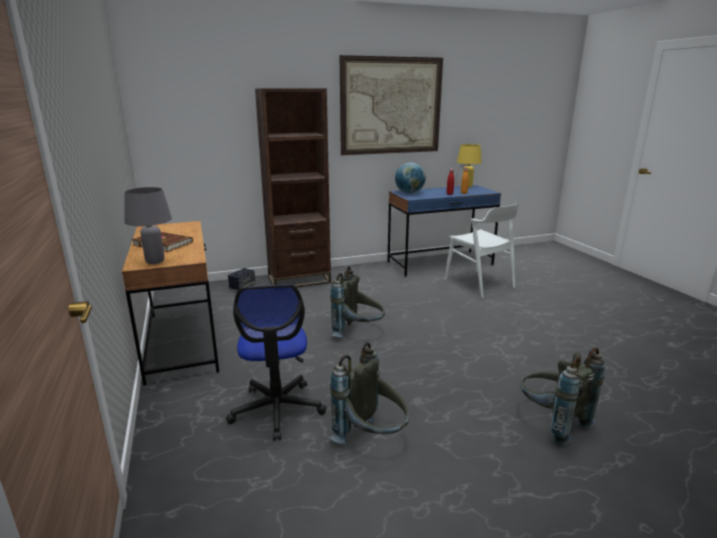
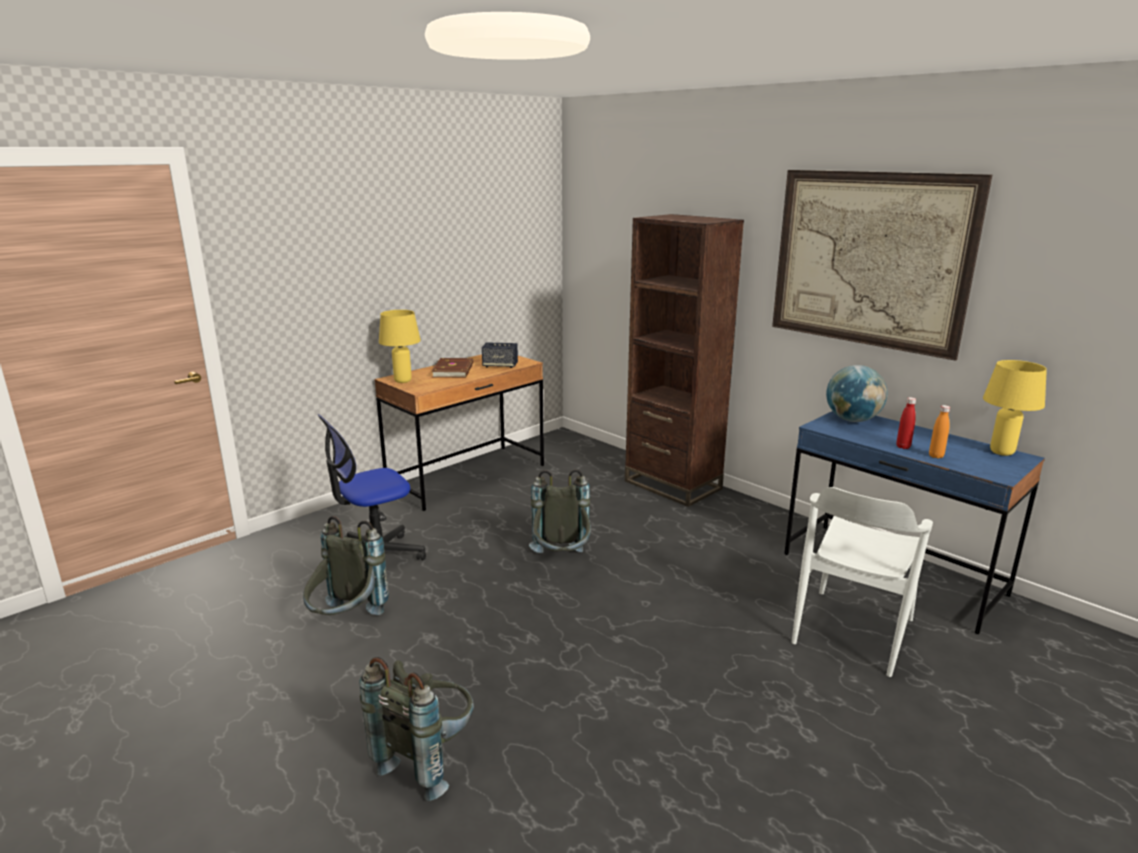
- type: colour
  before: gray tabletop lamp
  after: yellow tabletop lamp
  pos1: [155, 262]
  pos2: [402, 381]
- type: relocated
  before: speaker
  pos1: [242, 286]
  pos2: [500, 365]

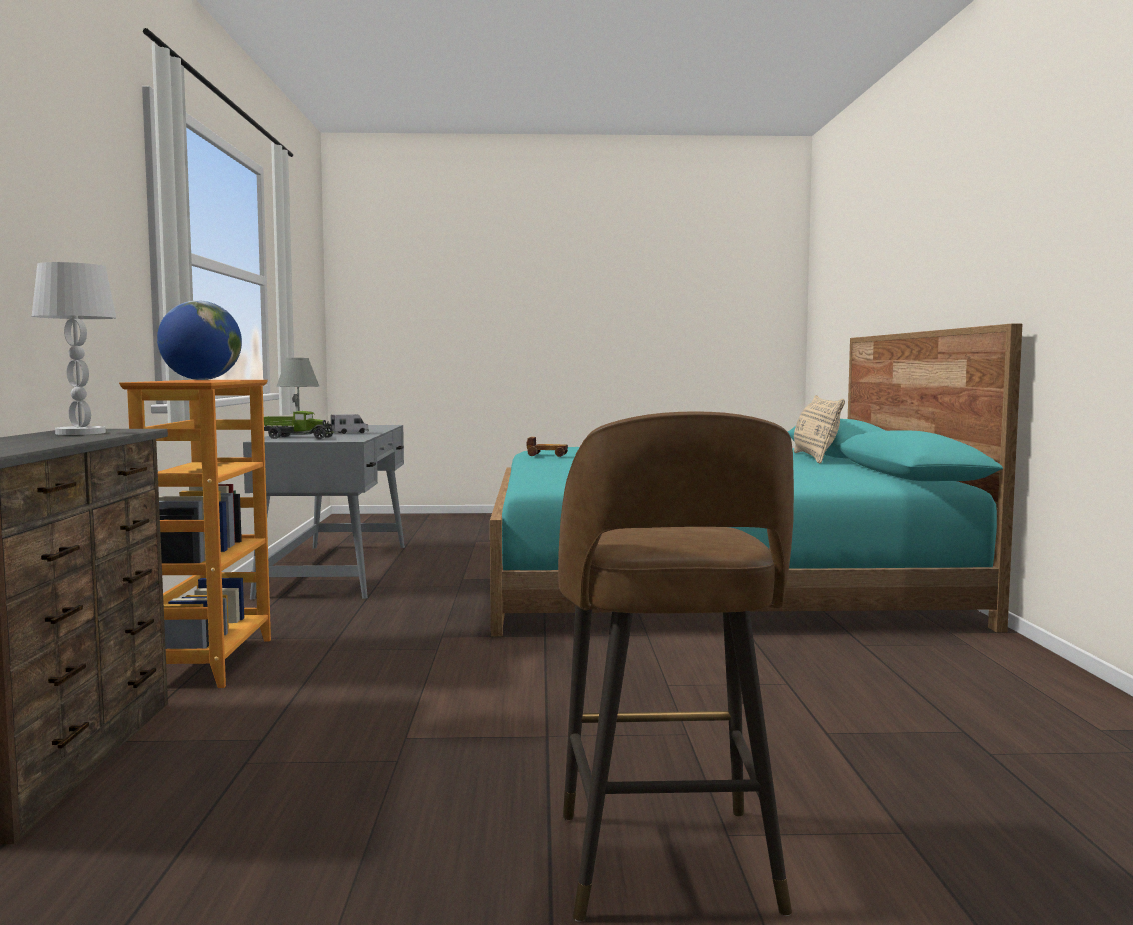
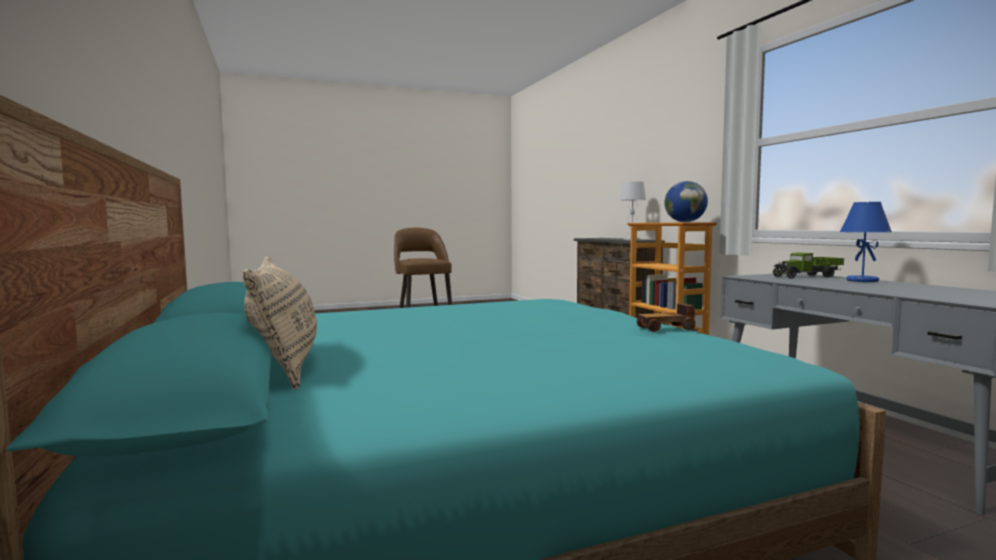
- type: colour
  before: gray tabletop lamp
  after: blue tabletop lamp
  pos1: [299, 434]
  pos2: [861, 281]
- type: missing
  before: toy truck
  pos1: [350, 433]

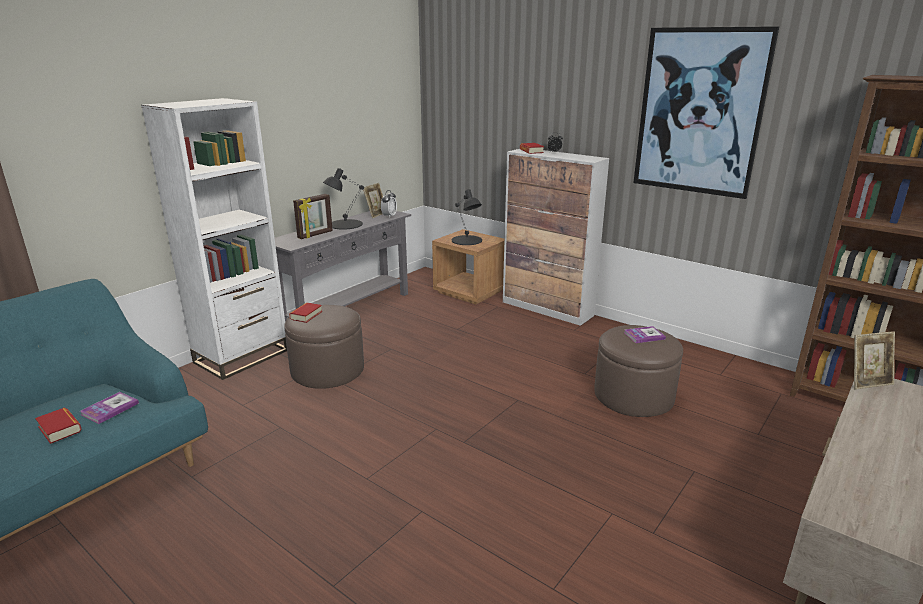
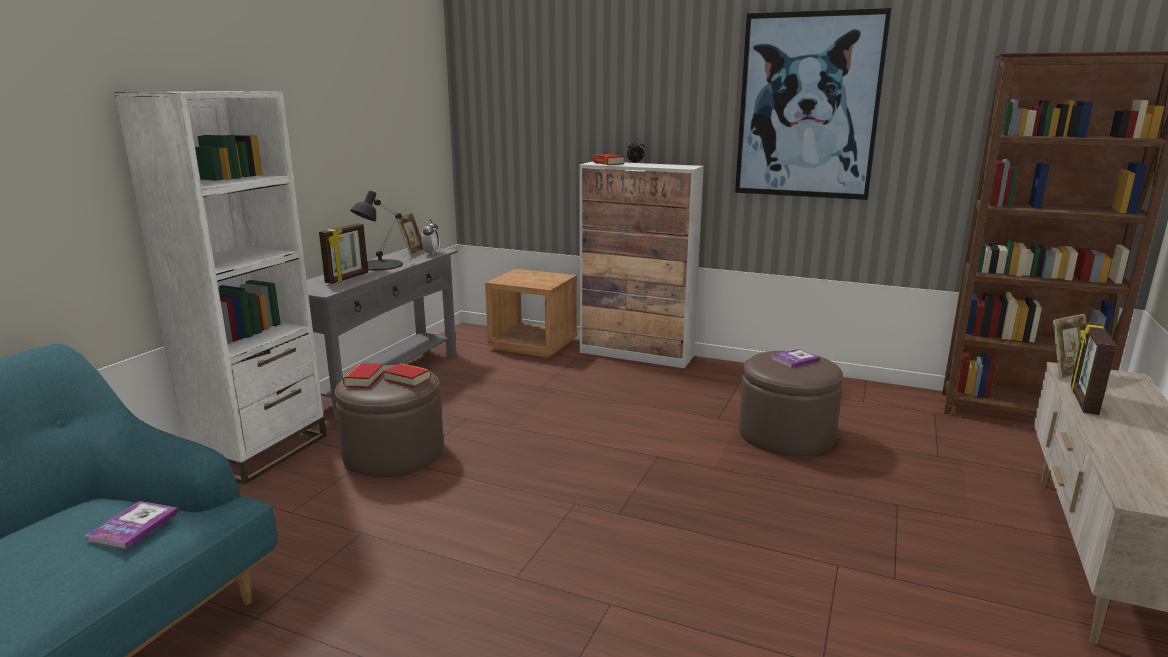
- type: missing
  before: blackish tabletop lamp
  pos1: [466, 240]
- type: relocated
  before: volume
  pos1: [60, 429]
  pos2: [407, 379]
- type: appeared
  after: standing frame
  pos2: [1082, 401]

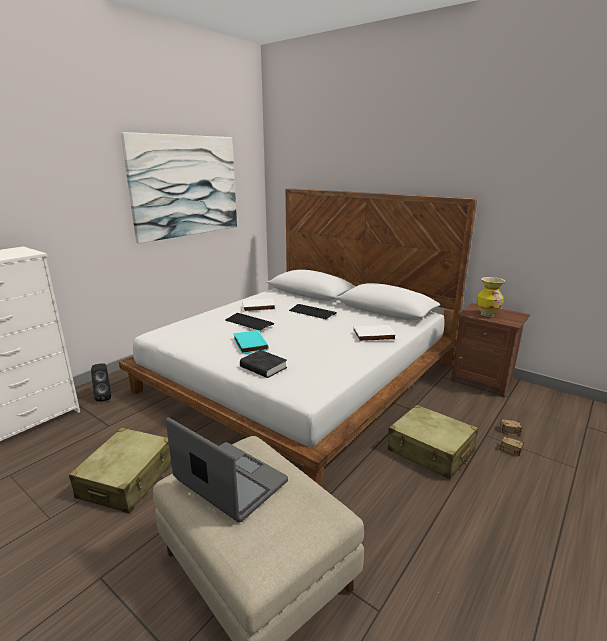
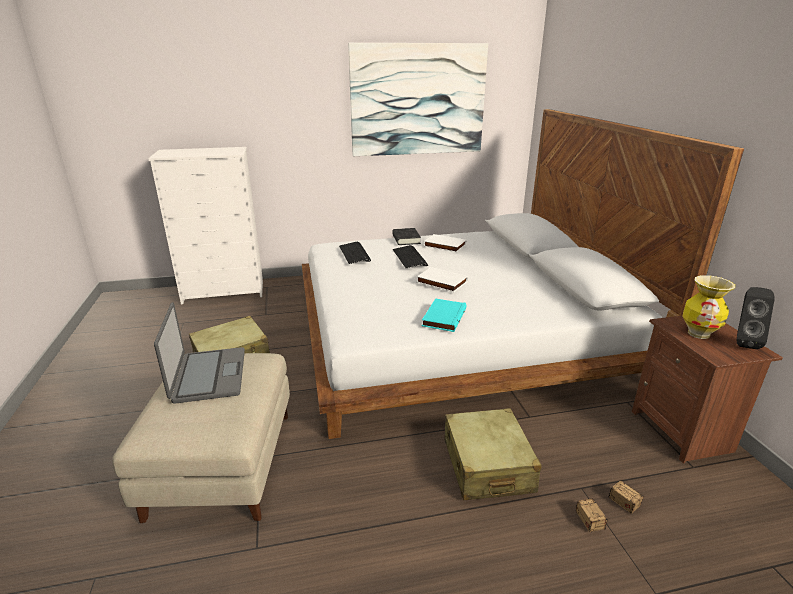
- type: relocated
  before: computer keyboard
  pos1: [312, 312]
  pos2: [354, 253]
- type: relocated
  before: whitish volume
  pos1: [374, 336]
  pos2: [440, 282]
- type: relocated
  before: turquoise-coloured volume
  pos1: [249, 344]
  pos2: [443, 317]
- type: relocated
  before: blackish volume
  pos1: [263, 367]
  pos2: [406, 239]
- type: relocated
  before: blackish speaker
  pos1: [104, 397]
  pos2: [742, 342]

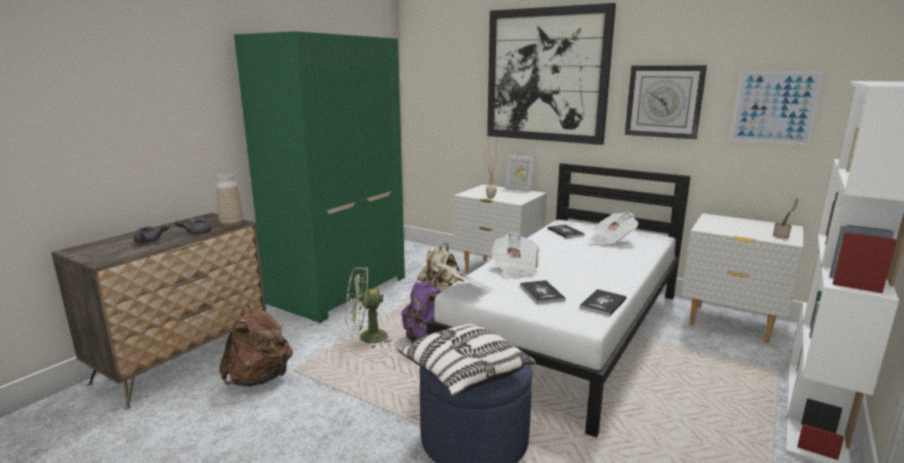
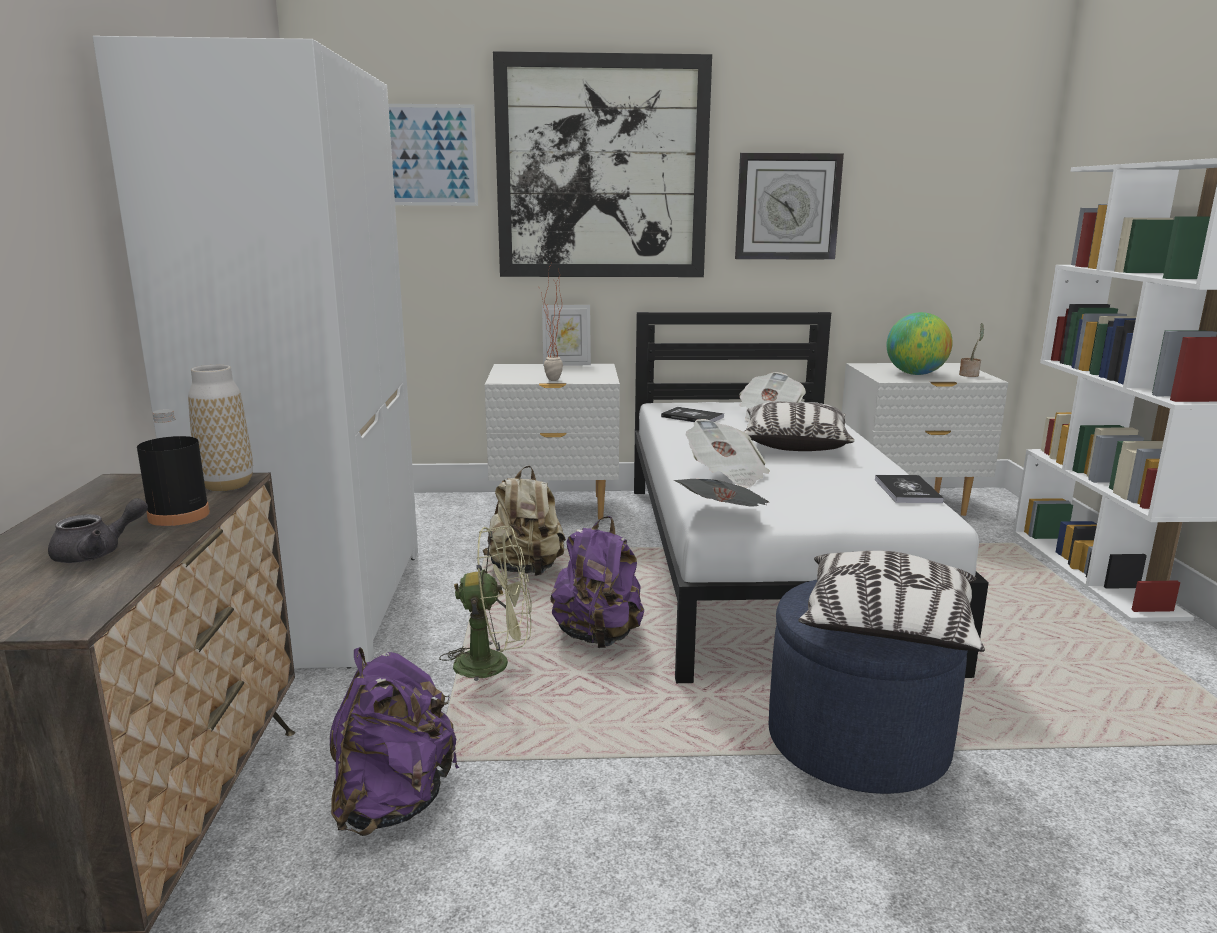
- type: colour
  before: green clothes cupboard
  after: whitish clothes cupboard
  pos1: [339, 290]
  pos2: [320, 603]
- type: relocated
  before: picture
  pos1: [774, 107]
  pos2: [428, 155]
- type: exchanged
  before: gray tea pot
  after: blackish drink bottle
  pos1: [195, 233]
  pos2: [179, 515]
- type: spun
  before: green fan
  pos1: [366, 338]
  pos2: [494, 664]
  turn: -135
- type: missing
  before: volume
  pos1: [541, 293]
- type: colour
  before: brownish knapsack
  after: purple knapsack
  pos1: [259, 379]
  pos2: [393, 802]
- type: appeared
  after: world globe
  pos2: [915, 374]
- type: appeared
  after: pillow
  pos2: [794, 444]

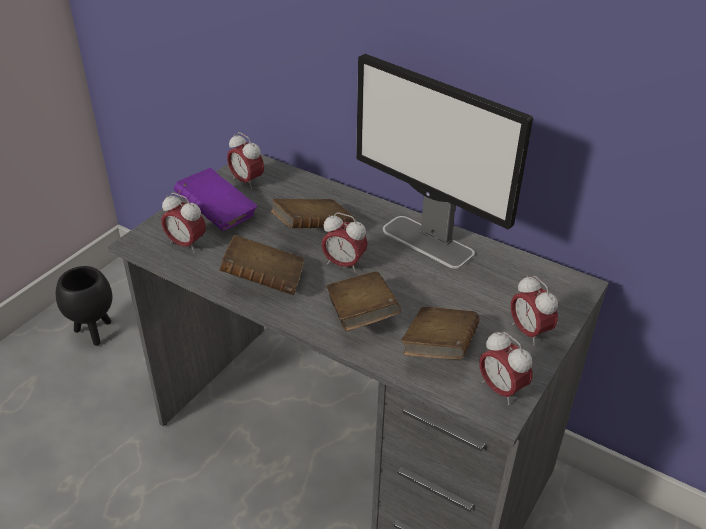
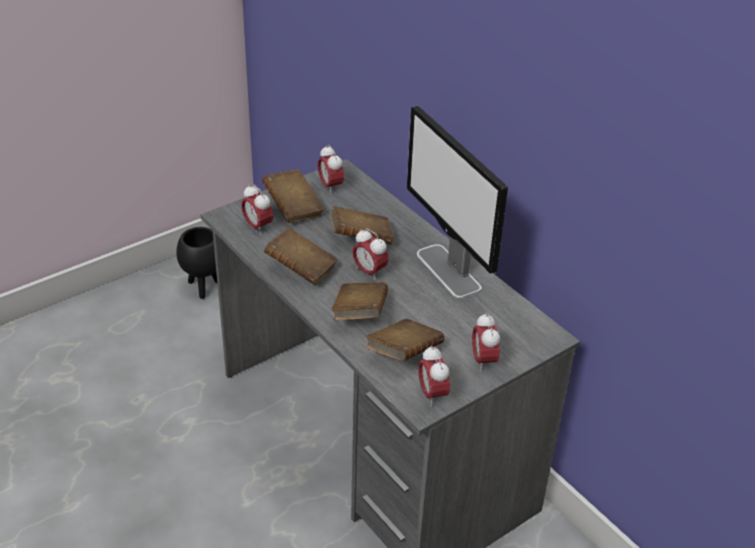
- type: colour
  before: purple volume
  after: brownish volume
  pos1: [217, 214]
  pos2: [293, 209]

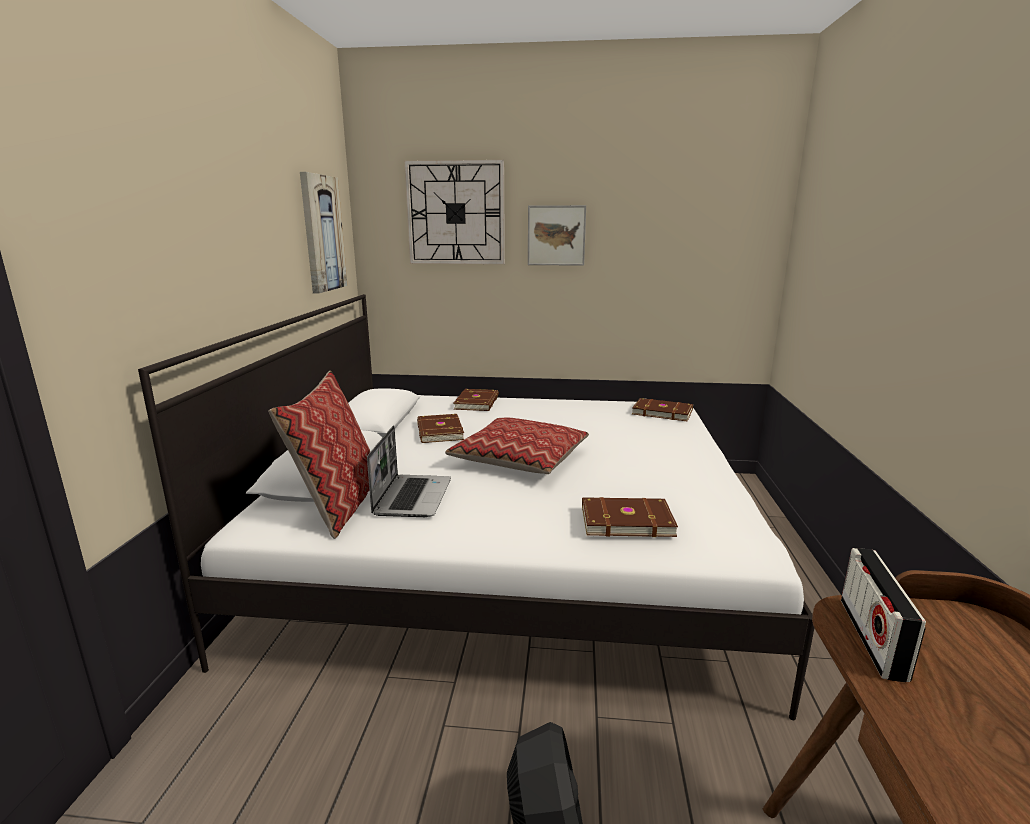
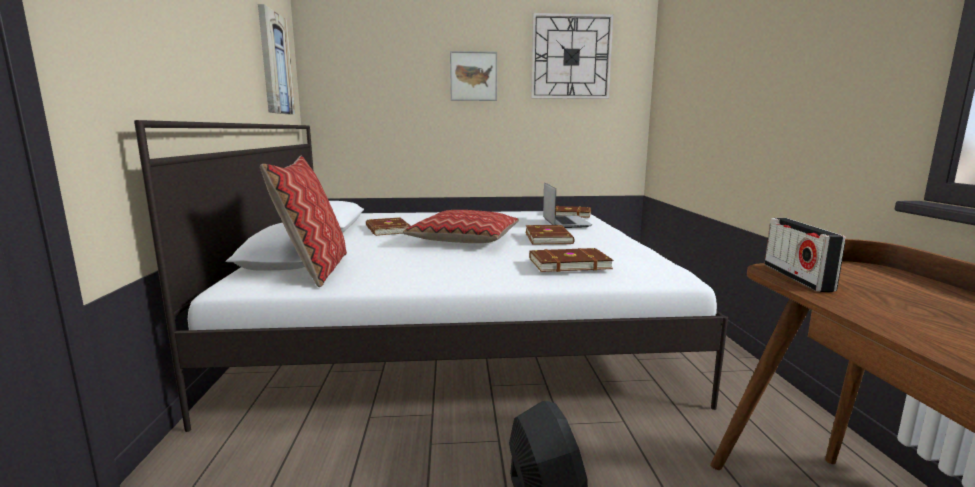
- type: relocated
  before: clock on the wall
  pos1: [456, 213]
  pos2: [571, 57]
- type: relocated
  before: brownish volume
  pos1: [478, 402]
  pos2: [549, 238]
- type: relocated
  before: laptop
  pos1: [412, 497]
  pos2: [565, 223]

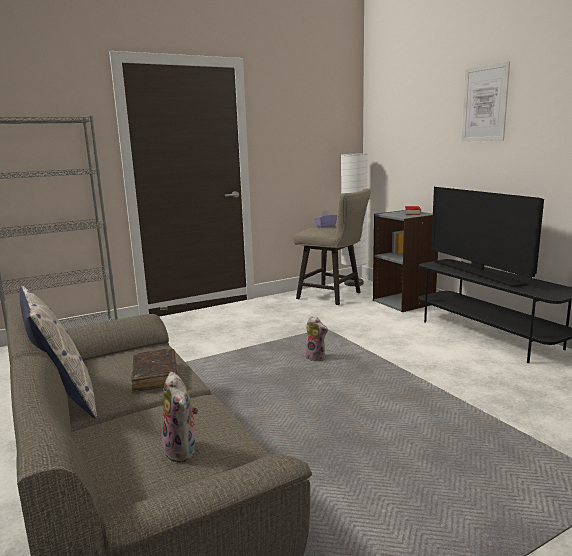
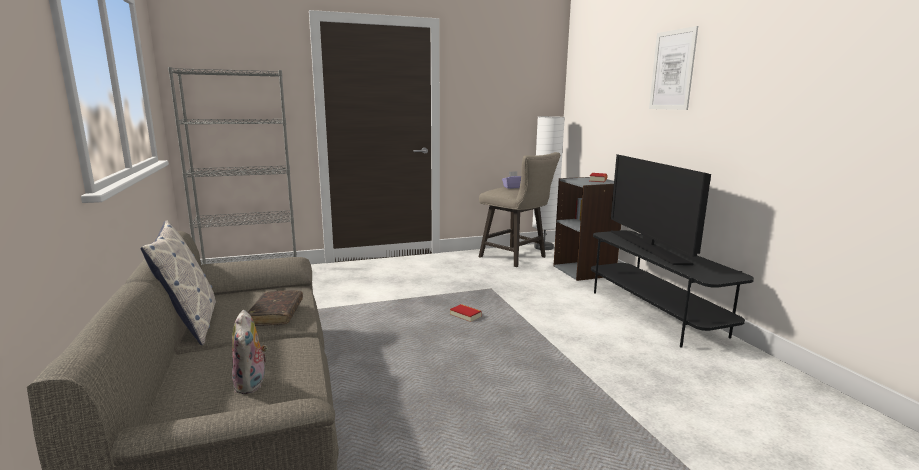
- type: exchanged
  before: cuddly toy
  after: volume
  pos1: [316, 358]
  pos2: [465, 316]

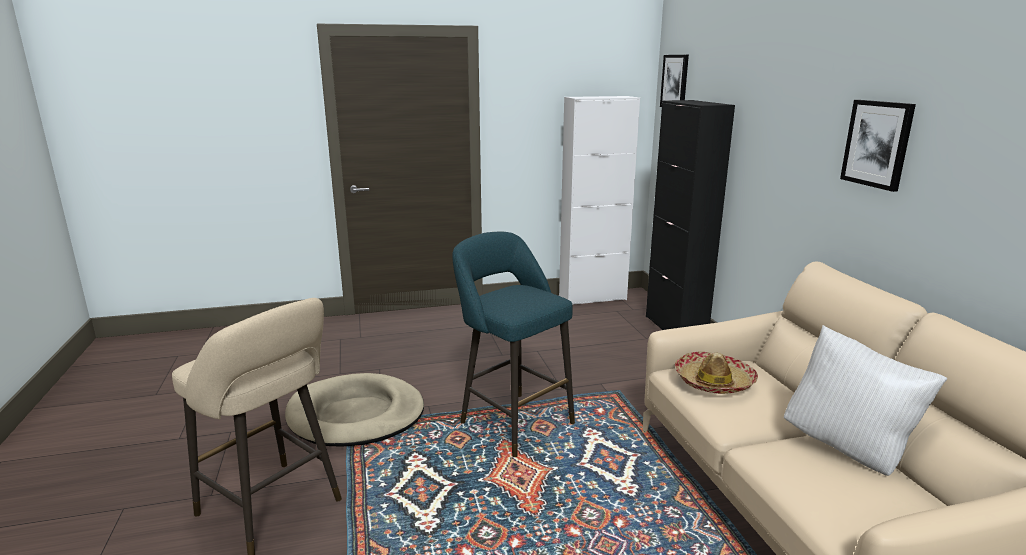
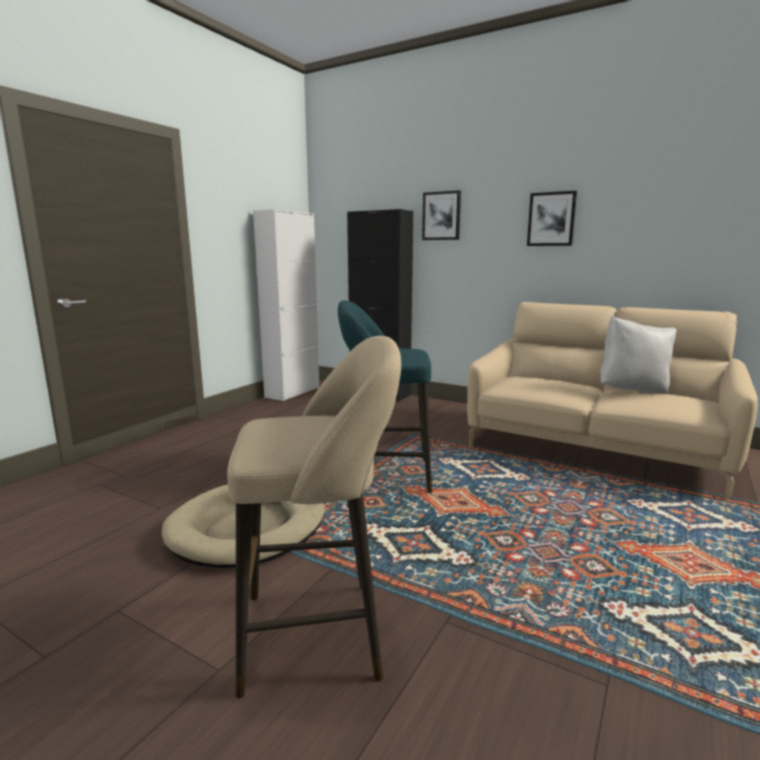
- type: relocated
  before: picture
  pos1: [675, 81]
  pos2: [441, 216]
- type: missing
  before: hat
  pos1: [714, 382]

